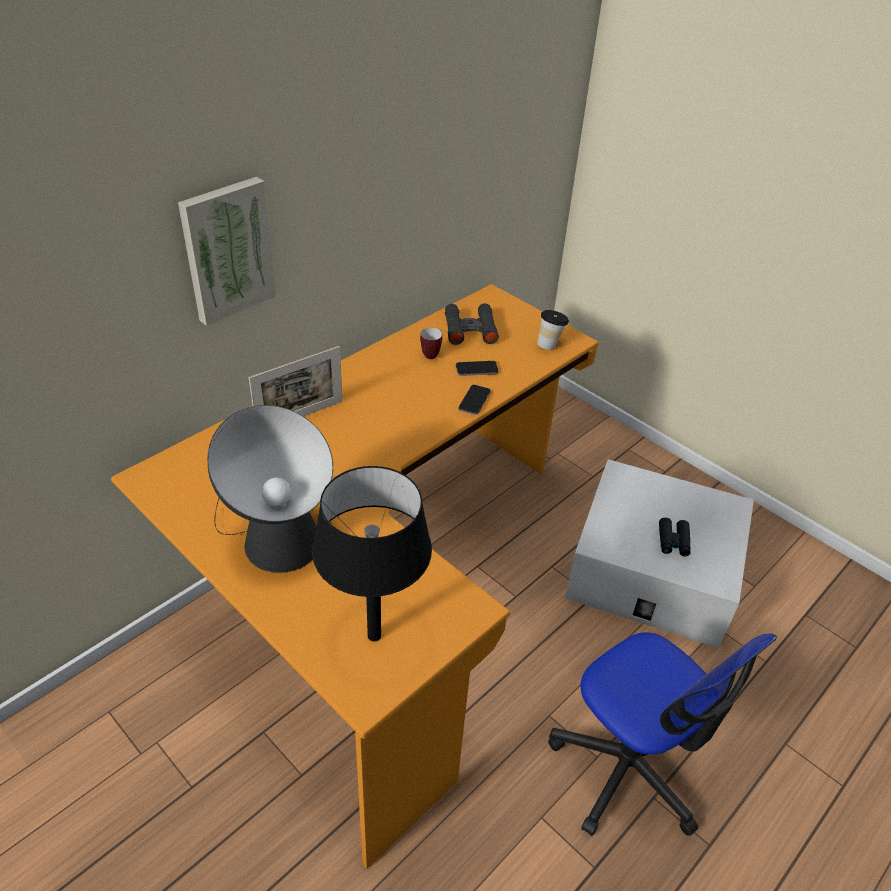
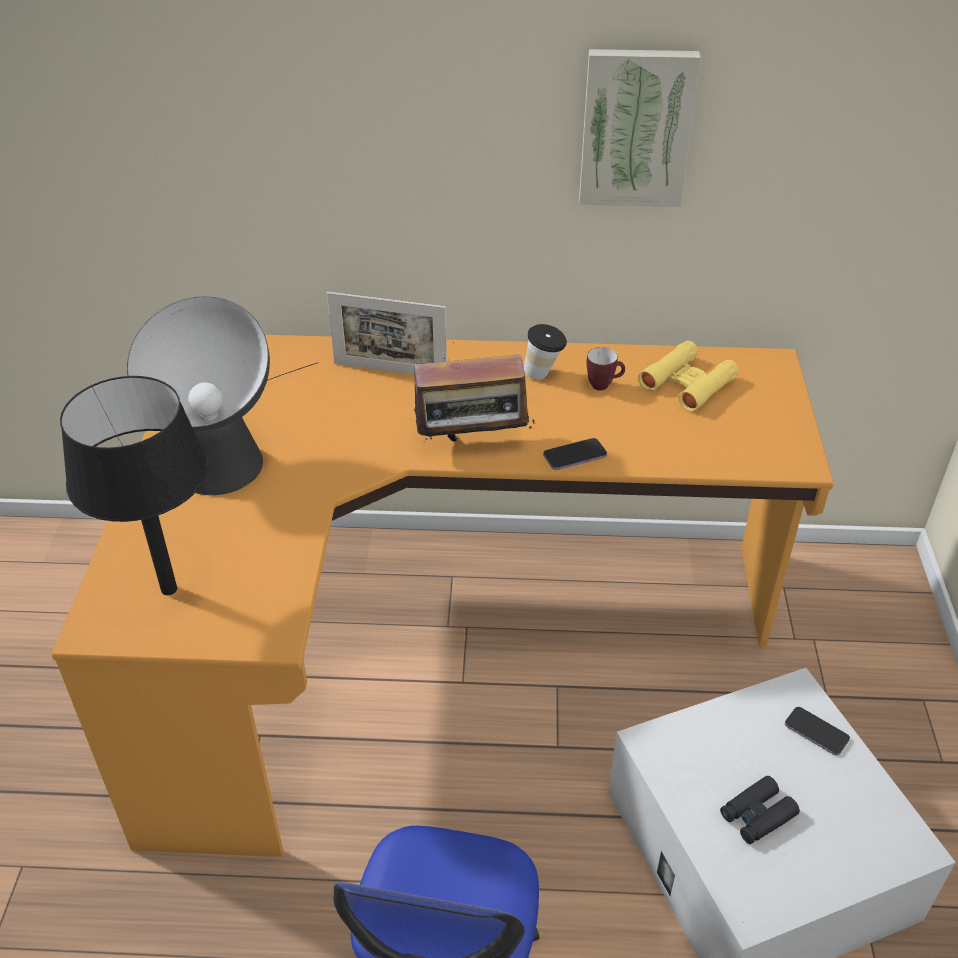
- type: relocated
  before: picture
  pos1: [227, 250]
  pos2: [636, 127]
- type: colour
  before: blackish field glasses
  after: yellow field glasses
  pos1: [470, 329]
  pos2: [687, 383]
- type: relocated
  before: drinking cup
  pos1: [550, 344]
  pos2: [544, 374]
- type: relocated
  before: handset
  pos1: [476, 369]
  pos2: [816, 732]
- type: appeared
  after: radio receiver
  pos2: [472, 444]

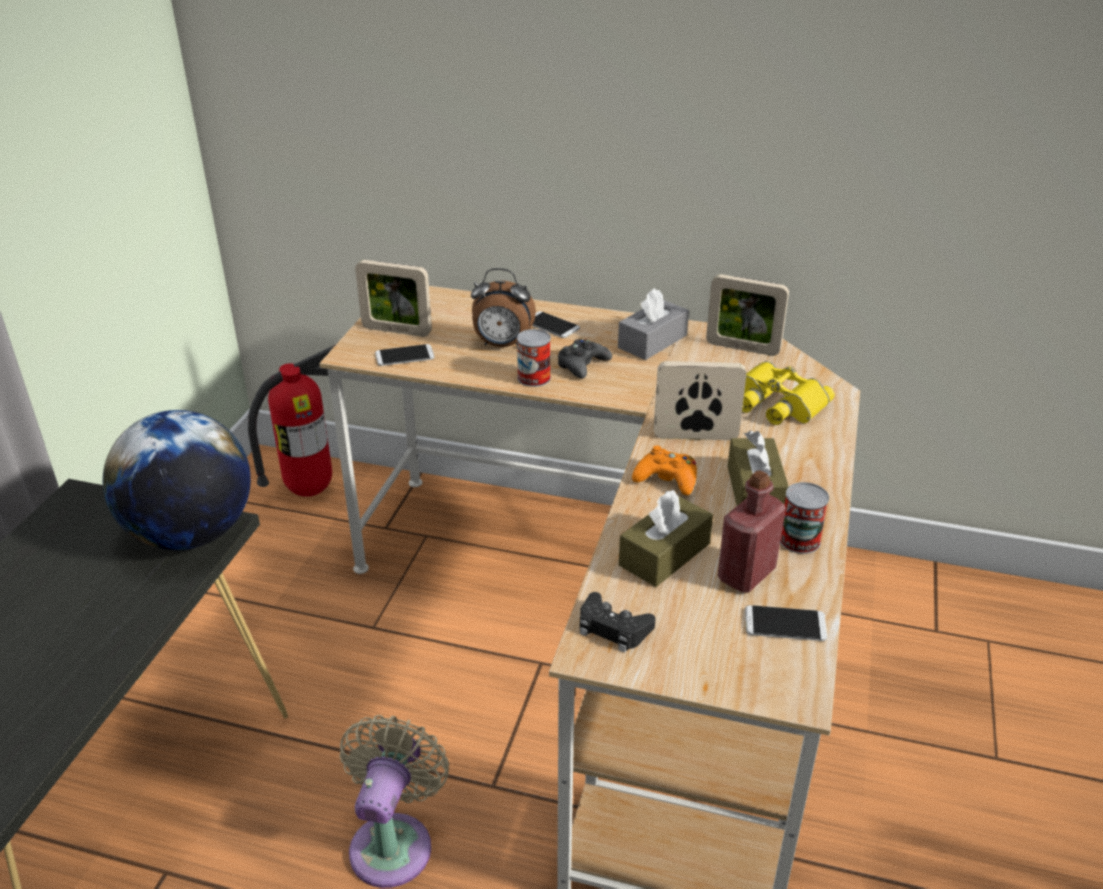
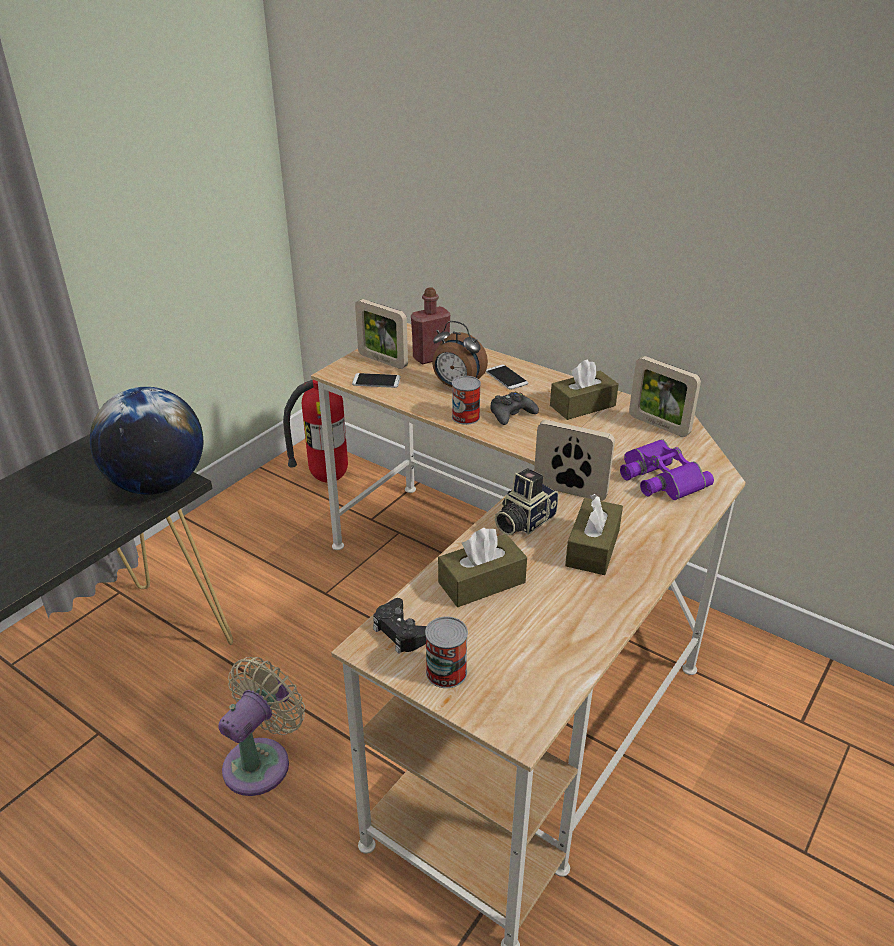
- type: colour
  before: gray tissue holder
  after: brownish tissue holder
  pos1: [652, 341]
  pos2: [582, 406]
- type: colour
  before: yellow field glasses
  after: purple field glasses
  pos1: [775, 403]
  pos2: [659, 478]
- type: exchanged
  before: orange game controller
  after: still camera
  pos1: [667, 479]
  pos2: [523, 521]
- type: relocated
  before: reddish drink bottle
  pos1: [746, 574]
  pos2: [431, 357]
- type: relocated
  before: metal can
  pos1: [799, 540]
  pos2: [446, 672]
- type: missing
  before: handset
  pos1: [785, 624]

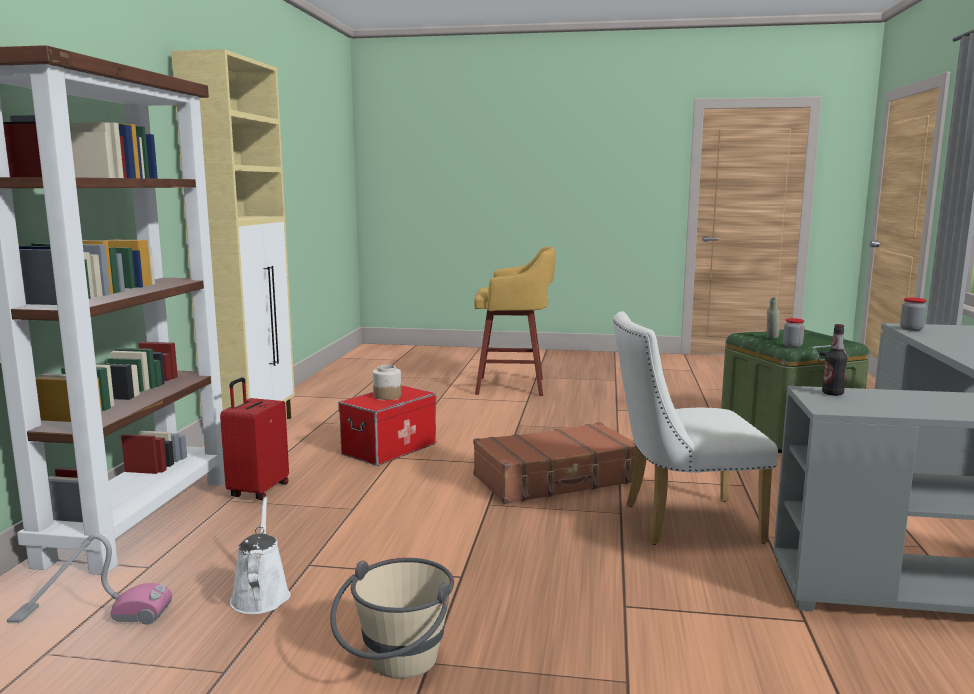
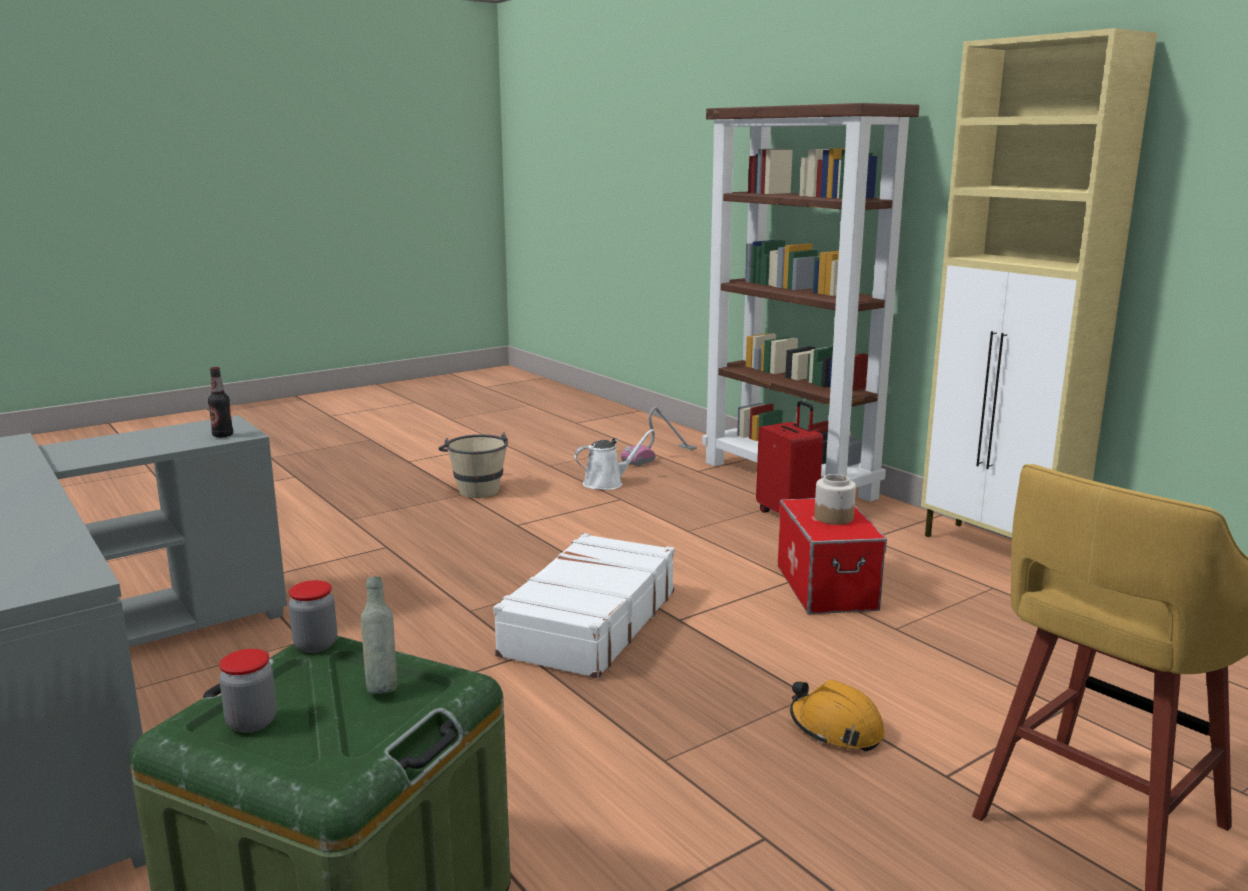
- type: relocated
  before: storage jar
  pos1: [911, 329]
  pos2: [252, 722]
- type: missing
  before: whitish upright chair
  pos1: [680, 522]
- type: colour
  before: brownish travel case
  after: whitish travel case
  pos1: [557, 479]
  pos2: [588, 623]
- type: spun
  before: whitish watering can
  pos1: [261, 595]
  pos2: [607, 483]
  turn: -60
- type: appeared
  after: orange work helmet
  pos2: [836, 729]

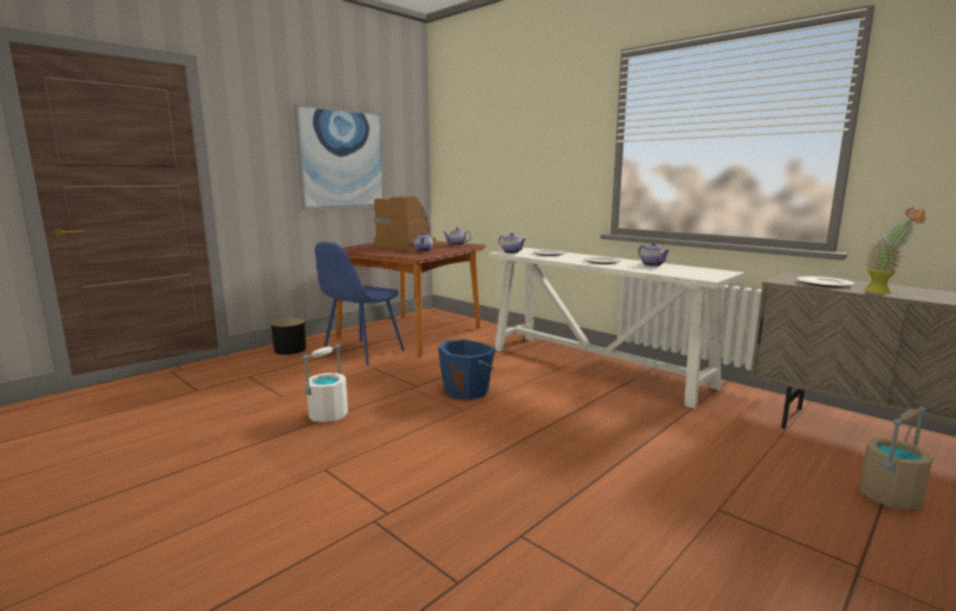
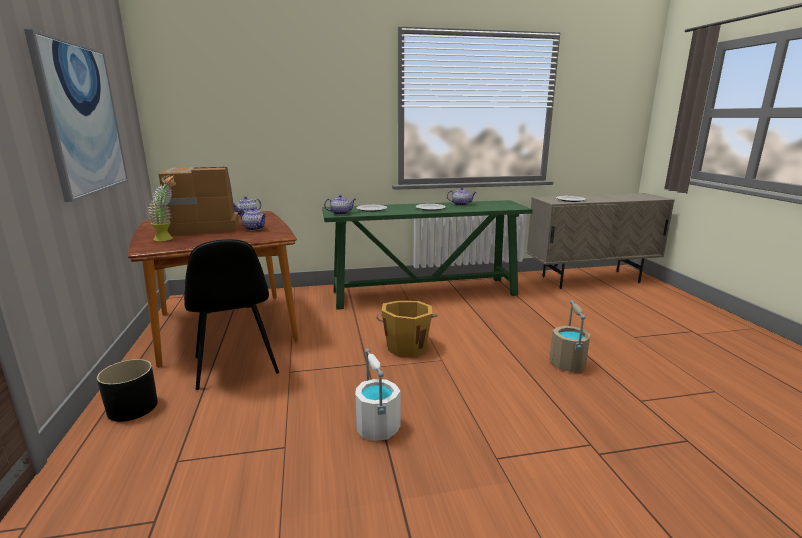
- type: relocated
  before: potted plant
  pos1: [885, 292]
  pos2: [168, 239]
- type: colour
  before: blue upright chair
  after: blackish upright chair
  pos1: [362, 353]
  pos2: [236, 366]
- type: colour
  before: whitish hall table
  after: green hall table
  pos1: [597, 367]
  pos2: [425, 293]
- type: colour
  before: blue water bucket
  after: orange water bucket
  pos1: [467, 390]
  pos2: [407, 347]
- type: relocated
  before: sand-coloured water bucket
  pos1: [889, 497]
  pos2: [568, 364]

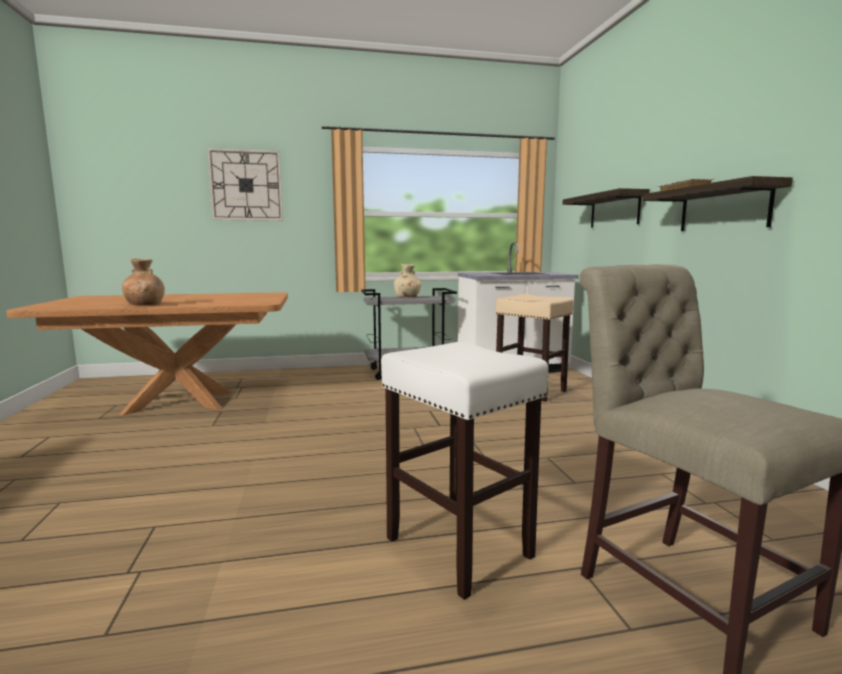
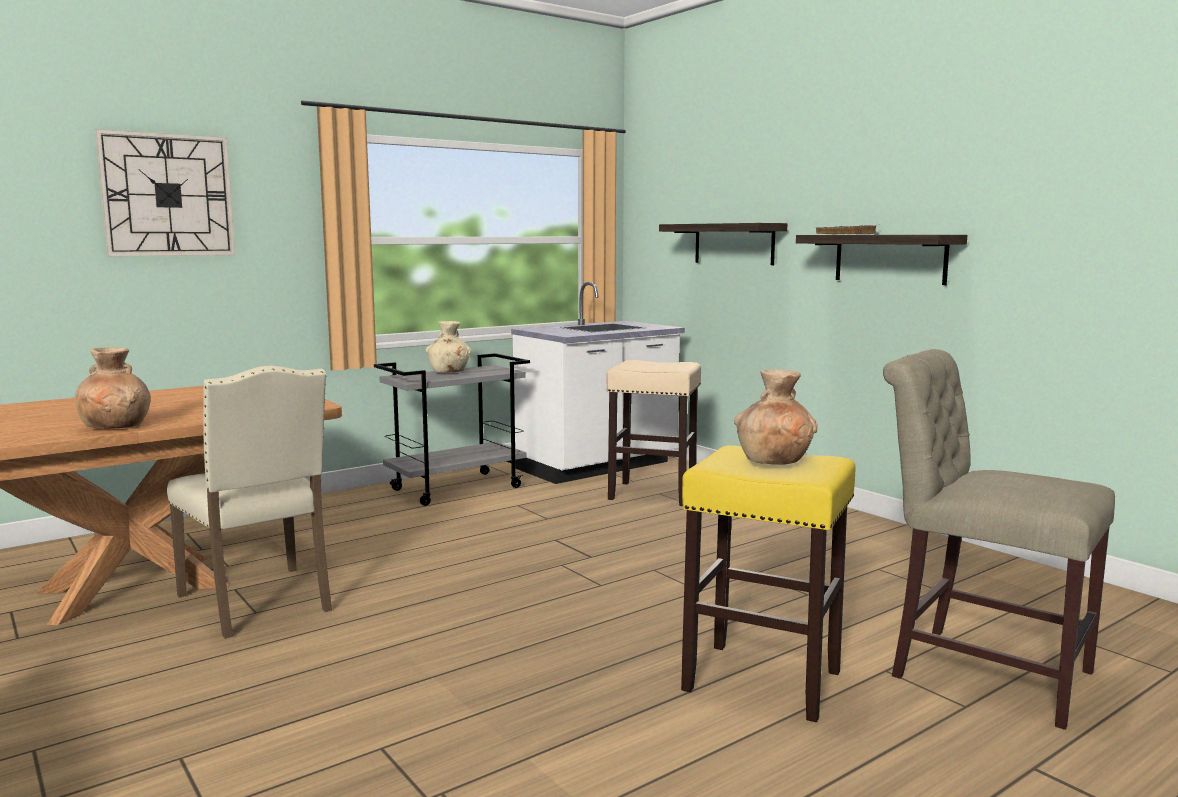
- type: colour
  before: whitish sitting stool
  after: yellow sitting stool
  pos1: [460, 548]
  pos2: [764, 681]
- type: appeared
  after: sand-coloured upright chair
  pos2: [259, 603]
- type: appeared
  after: brownish decorative vase
  pos2: [774, 461]

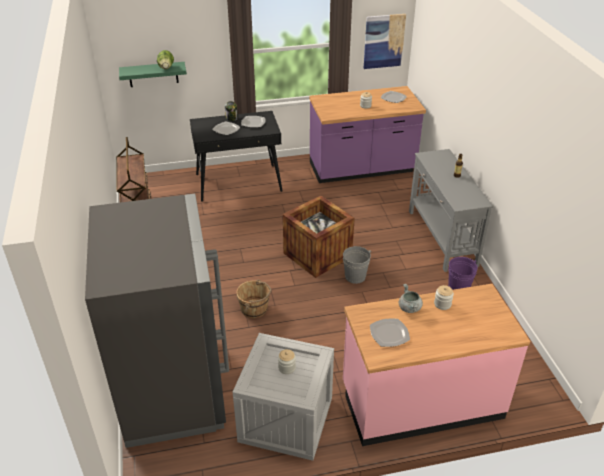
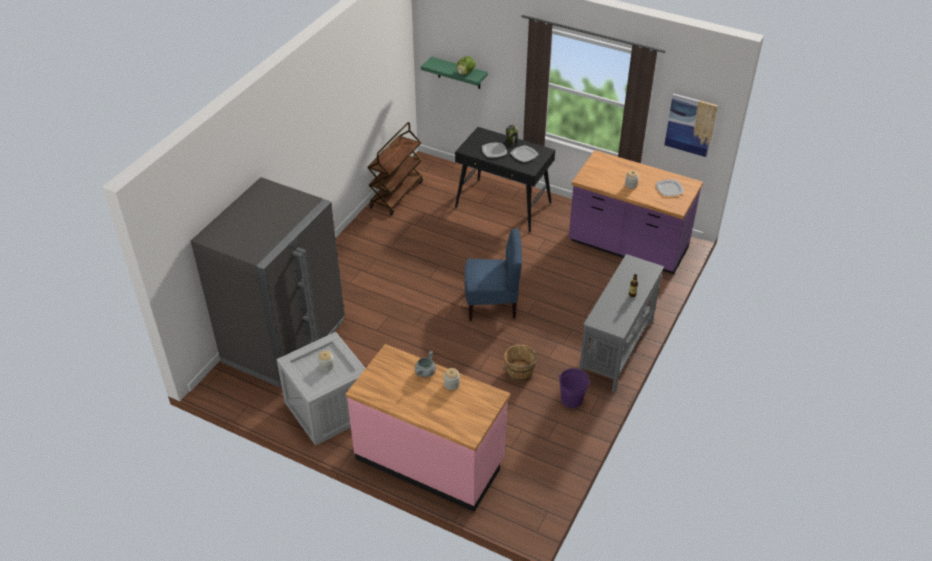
- type: exchanged
  before: packing crate
  after: blue upright chair
  pos1: [317, 255]
  pos2: [492, 304]
- type: missing
  before: gray water bucket
  pos1: [355, 276]
- type: relocated
  before: brownish water bucket
  pos1: [254, 309]
  pos2: [520, 372]
- type: missing
  before: plate
  pos1: [389, 334]

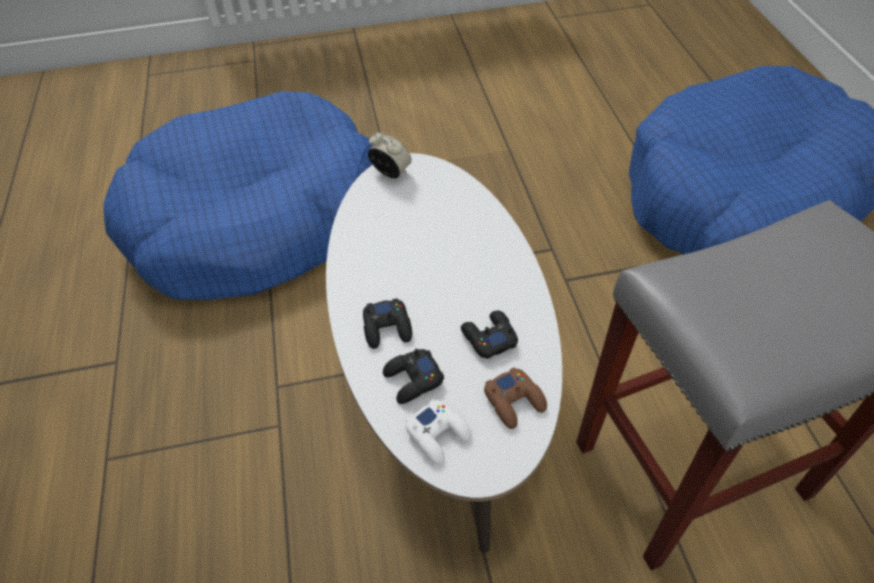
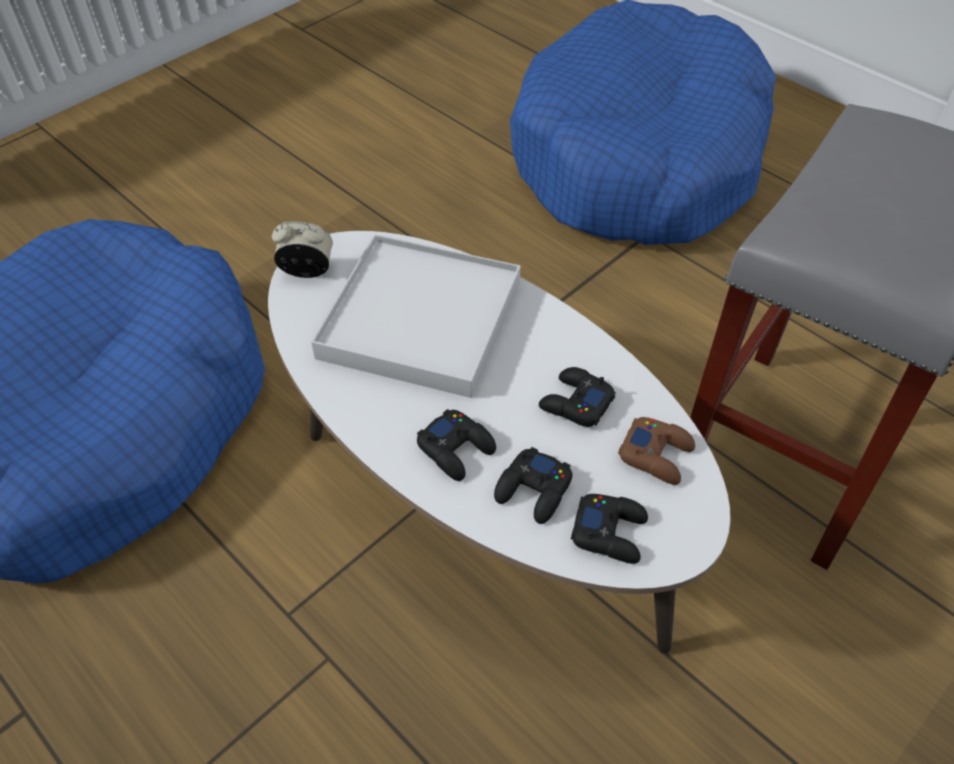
- type: colour
  before: whitish game controller
  after: blackish game controller
  pos1: [439, 434]
  pos2: [610, 532]
- type: appeared
  after: whitish serving tray
  pos2: [420, 320]

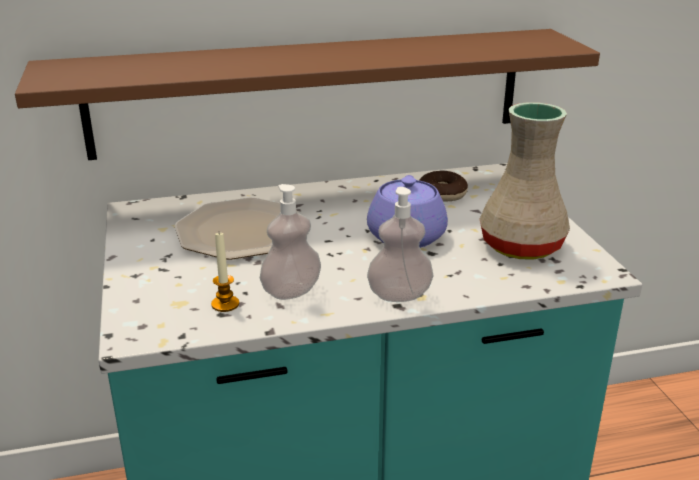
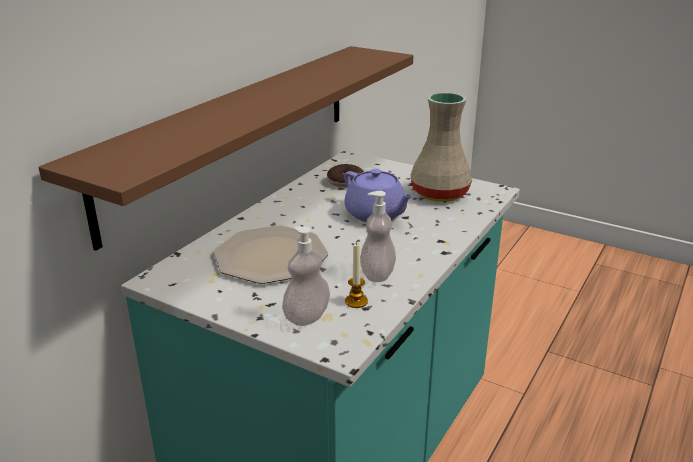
- type: relocated
  before: liquid soap bottle
  pos1: [399, 295]
  pos2: [307, 317]

